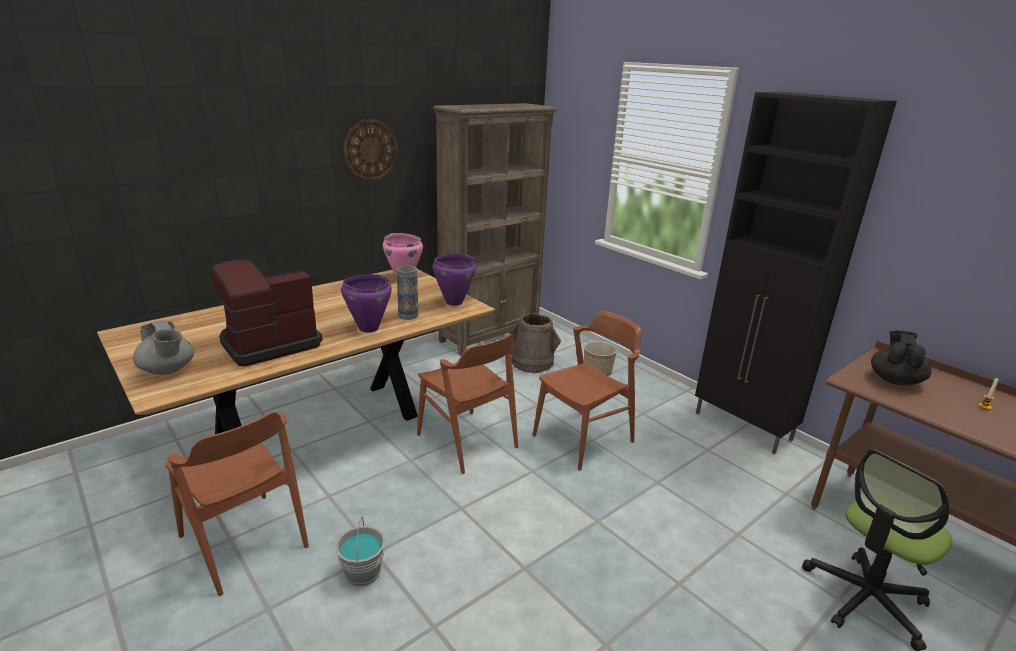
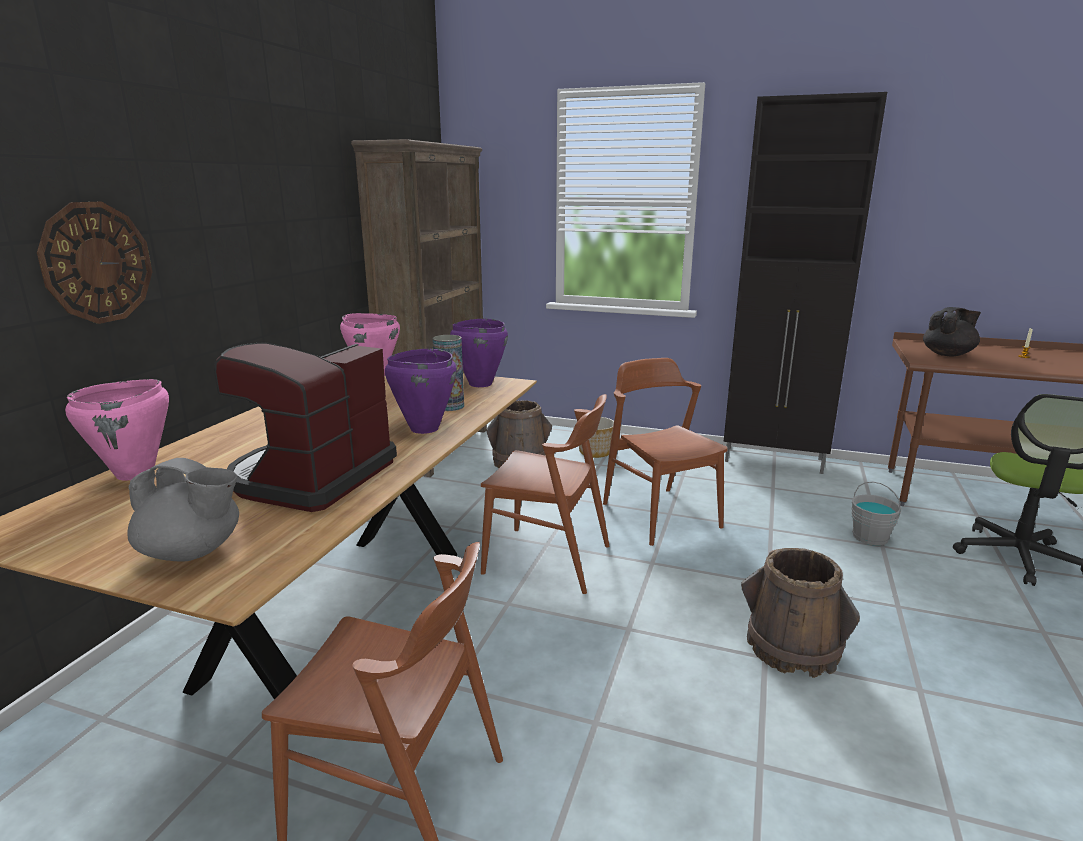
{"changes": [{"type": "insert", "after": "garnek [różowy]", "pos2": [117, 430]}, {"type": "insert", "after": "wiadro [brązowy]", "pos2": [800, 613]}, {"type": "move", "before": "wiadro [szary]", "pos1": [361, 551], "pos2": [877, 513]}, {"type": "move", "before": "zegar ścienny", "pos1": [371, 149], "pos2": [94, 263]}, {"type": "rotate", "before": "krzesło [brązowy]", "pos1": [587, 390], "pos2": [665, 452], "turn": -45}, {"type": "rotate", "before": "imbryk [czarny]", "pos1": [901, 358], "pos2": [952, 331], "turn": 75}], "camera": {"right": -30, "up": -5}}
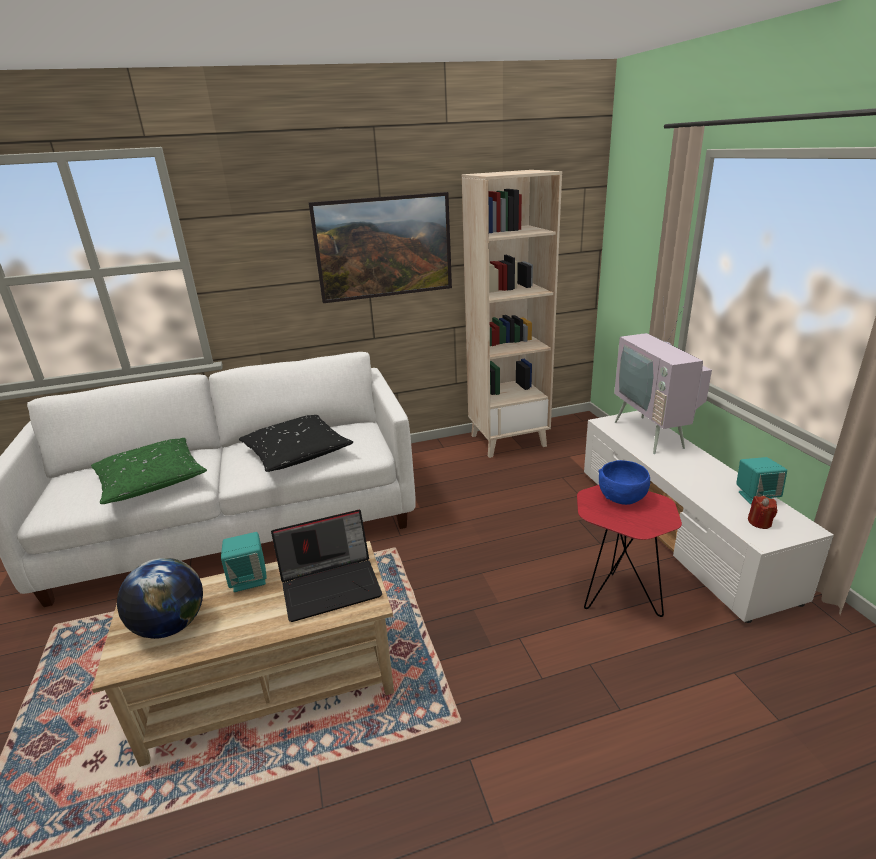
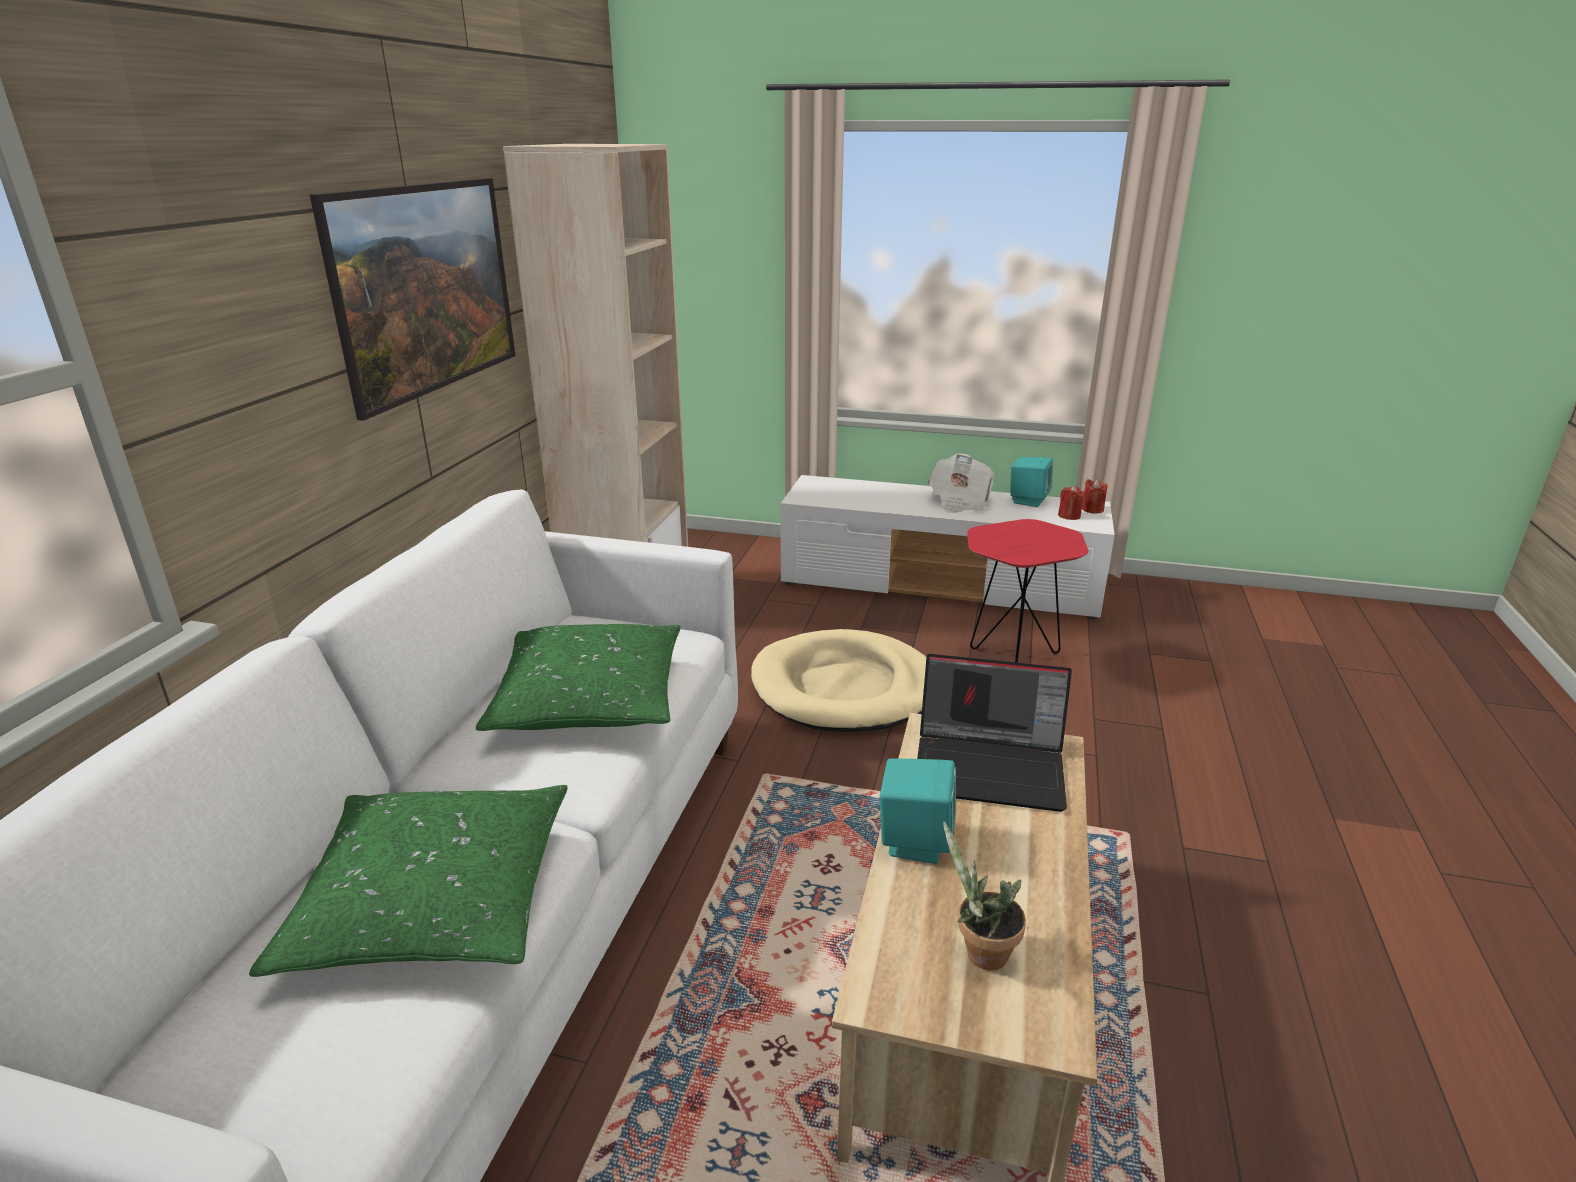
{"changes": [{"type": "delete", "before": "miska [niebieski]", "pos1": [624, 482]}, {"type": "delete", "before": "telewizor", "pos1": [663, 375]}, {"type": "insert", "after": "legowisko [beżowy]", "pos2": [838, 680]}, {"type": "insert", "after": "gazeta", "pos2": [961, 483]}, {"type": "insert", "after": "świeca [czerwony]", "pos2": [1094, 496]}, {"type": "replace", "before": "globus", "after": "roślina doniczkowa", "pos1": [160, 598], "pos2": [984, 896]}, {"type": "recolor", "before": "poduszka [czarny]", "after": "poduszka [zielony]", "pos1": [296, 443], "pos2": [578, 677]}, {"type": "rotate", "before": "laptop", "pos1": [326, 566], "pos2": [994, 733], "turn": 90}], "camera": {"right": -60, "up": 0}}
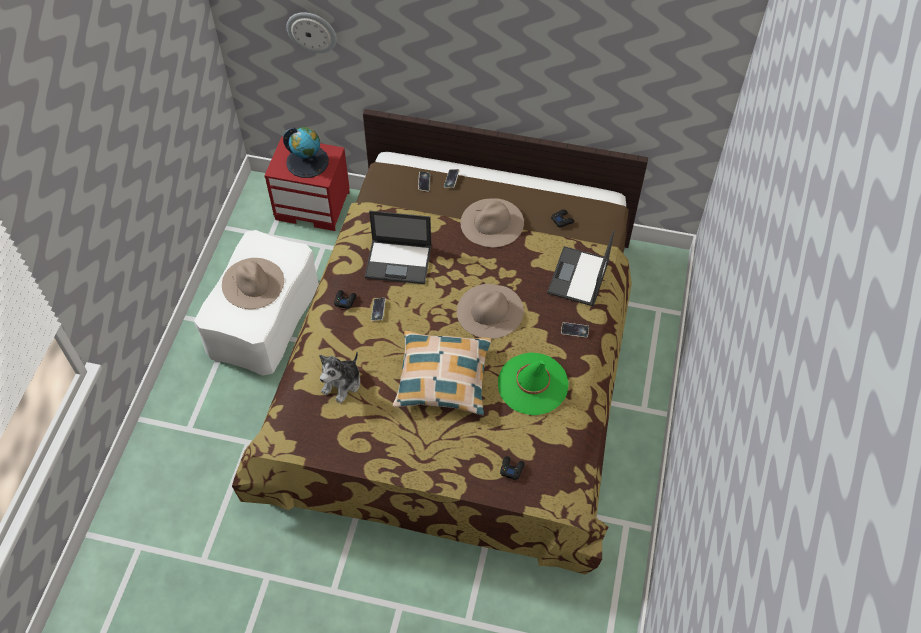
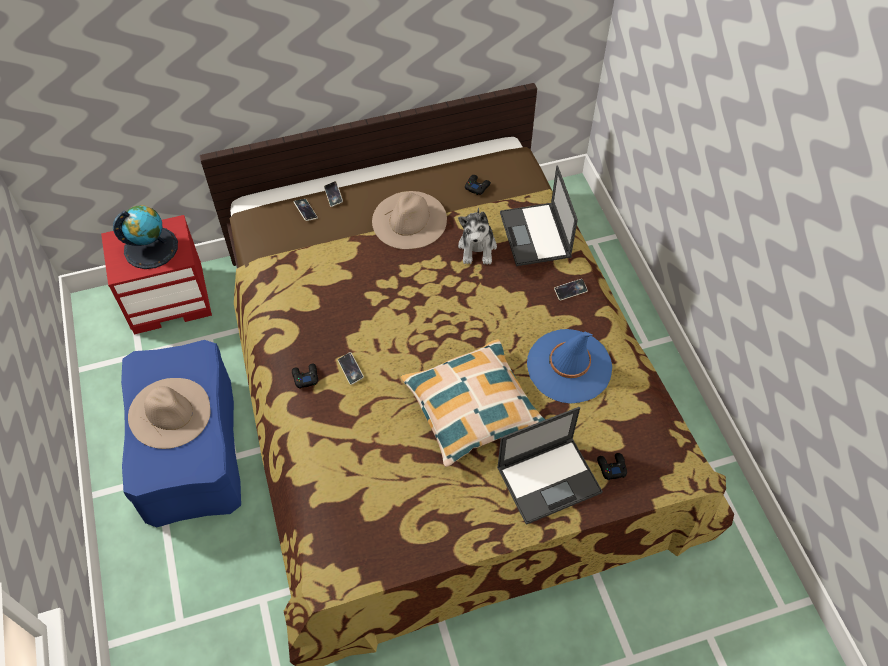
{"changes": [{"type": "delete", "before": "zegar ścienny", "pos1": [311, 32]}, {"type": "delete", "before": "kapelusz [beżowy]", "pos1": [490, 311]}, {"type": "move", "before": "pluszak", "pos1": [339, 377], "pos2": [477, 236]}, {"type": "move", "before": "laptop", "pos1": [398, 247], "pos2": [550, 466]}, {"type": "recolor", "before": "pufa [biały]", "after": "pufa [niebieski]", "pos1": [256, 303], "pos2": [181, 433]}, {"type": "recolor", "before": "kapelusz [zielony]", "after": "kapelusz [niebieski]", "pos1": [533, 384], "pos2": [569, 366]}], "camera": {"right": -30, "up": 0}}
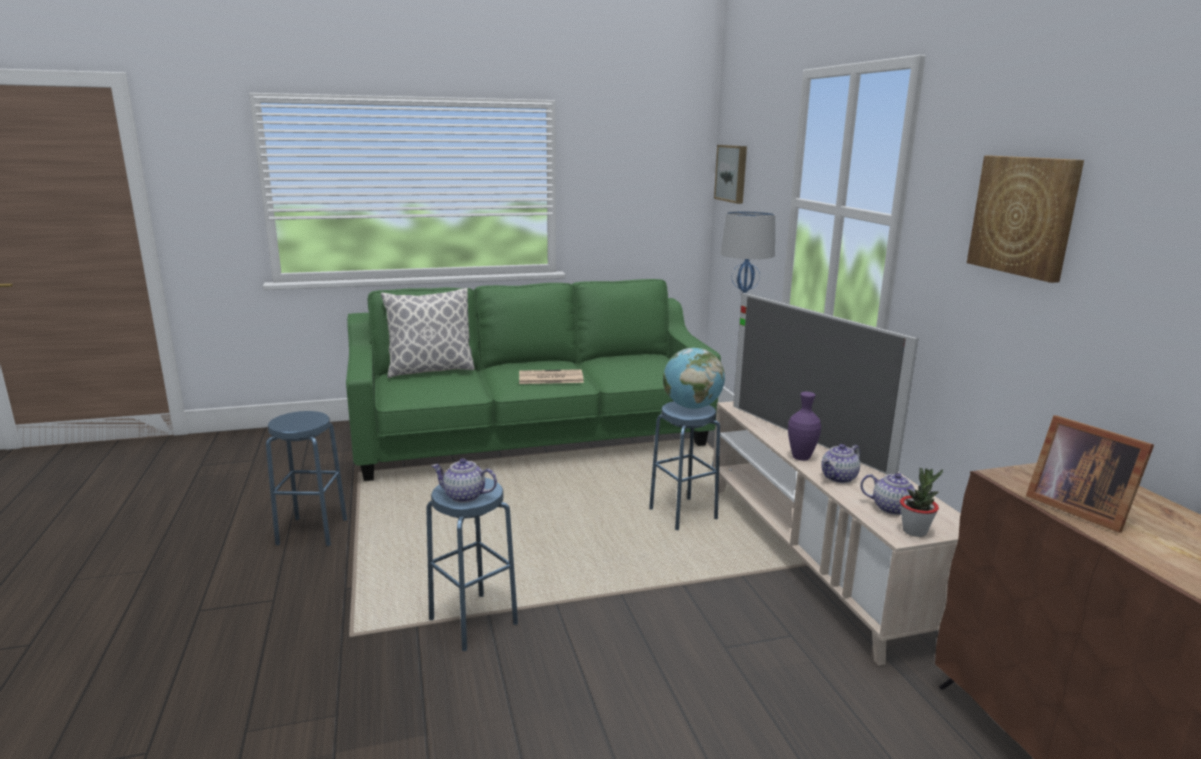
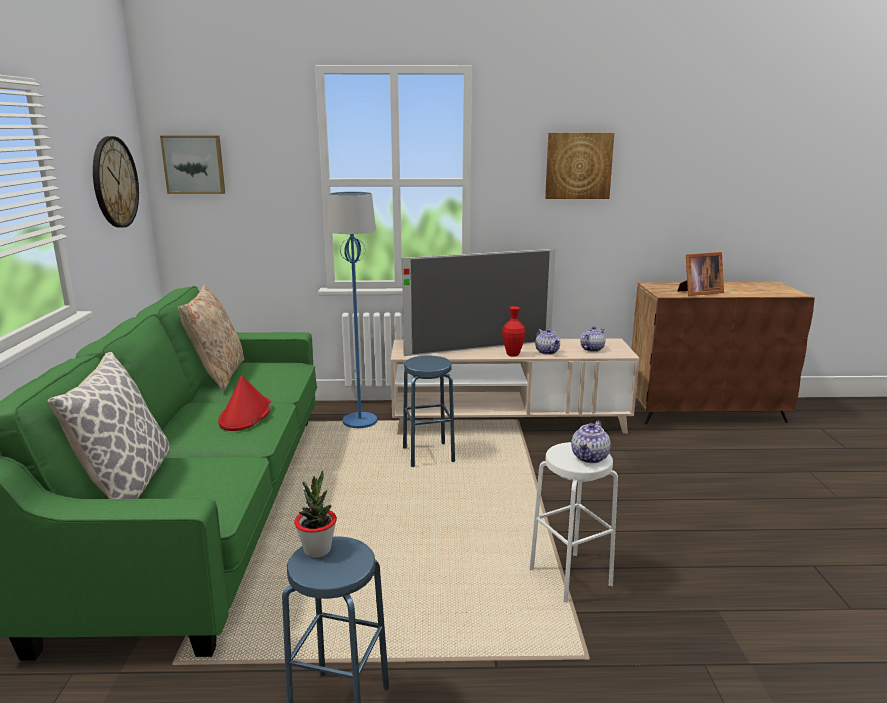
{"changes": [{"type": "delete", "before": "globus", "pos1": [694, 378]}, {"type": "insert", "after": "zegar ścienny", "pos2": [116, 182]}, {"type": "insert", "after": "poduszka [beżowy]", "pos2": [211, 337]}, {"type": "move", "before": "roślina doniczkowa", "pos1": [921, 502], "pos2": [315, 514]}, {"type": "replace", "before": "gazeta", "after": "kapelusz [czerwony]", "pos1": [551, 376], "pos2": [245, 403]}, {"type": "recolor", "before": "stołek [niebieski]", "after": "stołek [biały]", "pos1": [472, 564], "pos2": [574, 522]}, {"type": "recolor", "before": "wazon [fioletowy]", "after": "wazon [czerwony]", "pos1": [804, 426], "pos2": [513, 331]}], "camera": {"right": -75, "up": 0}}
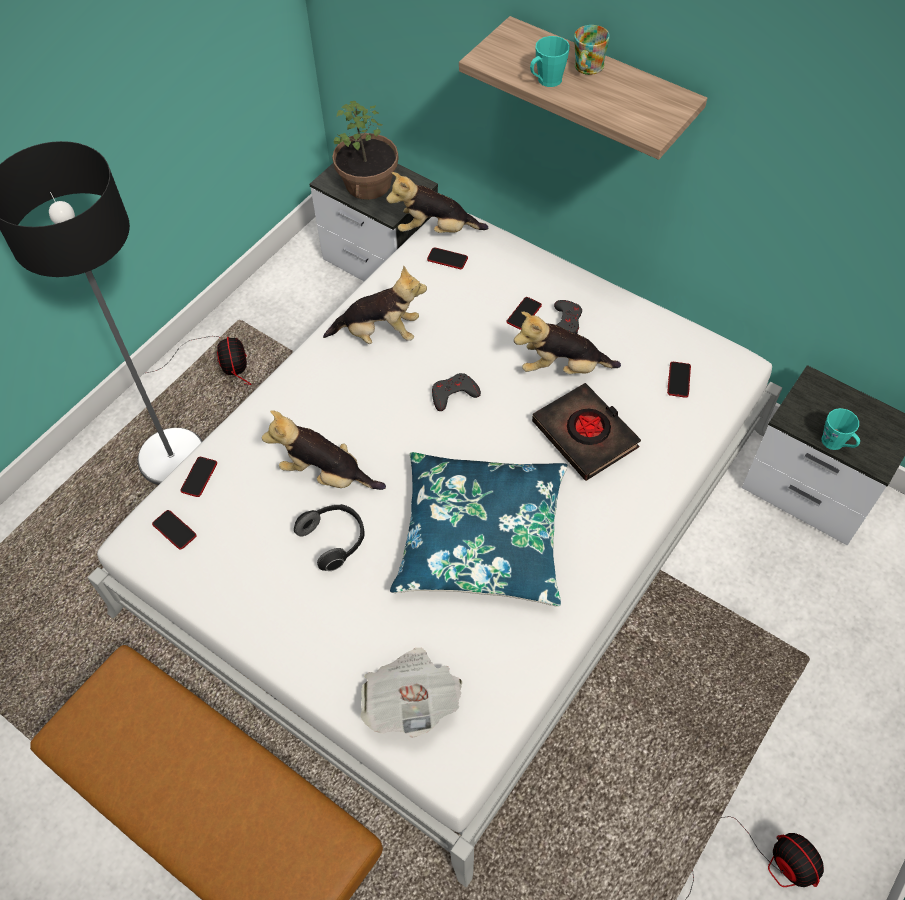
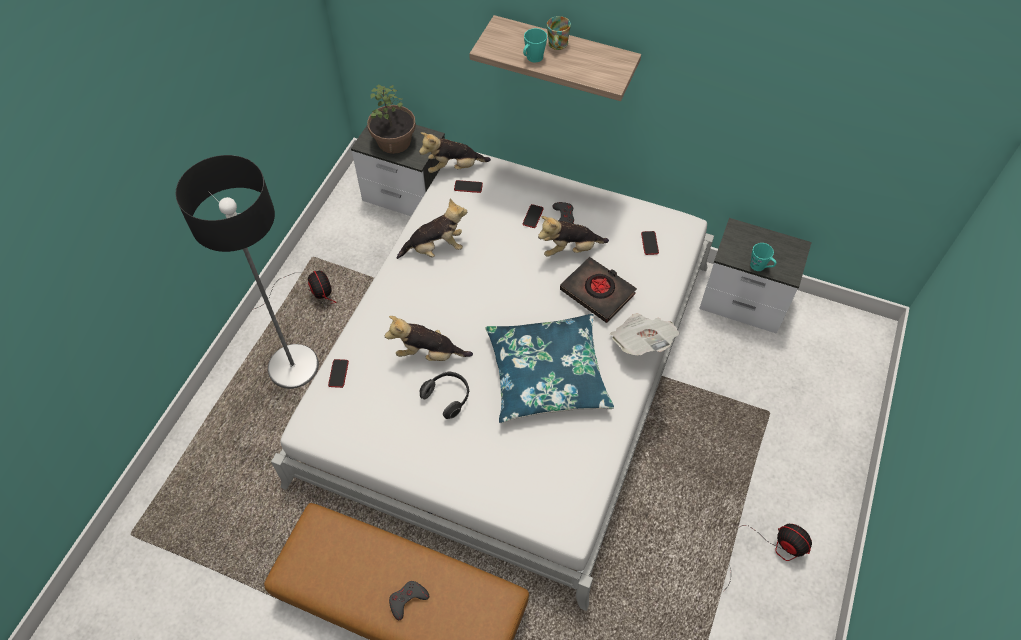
{"changes": [{"type": "delete", "before": "telefon", "pos1": [174, 530]}, {"type": "move", "before": "gazeta", "pos1": [411, 693], "pos2": [645, 334]}, {"type": "move", "before": "pad do gier [szary]", "pos1": [456, 392], "pos2": [409, 600]}], "camera": {"right": -15, "up": 0}}
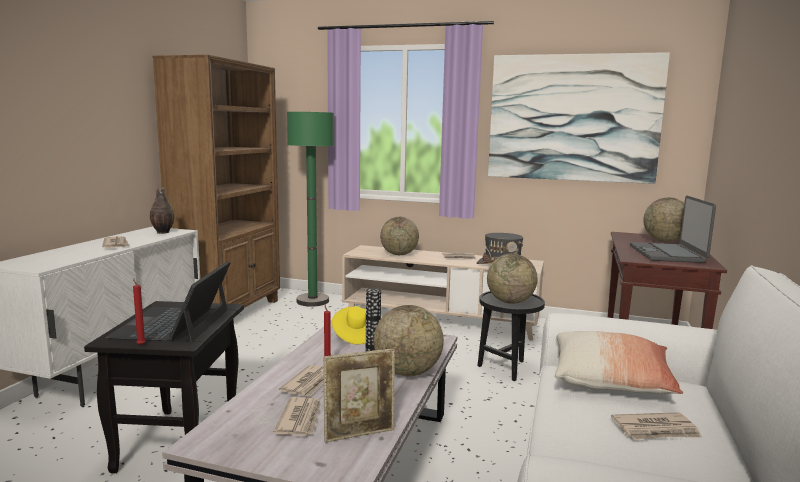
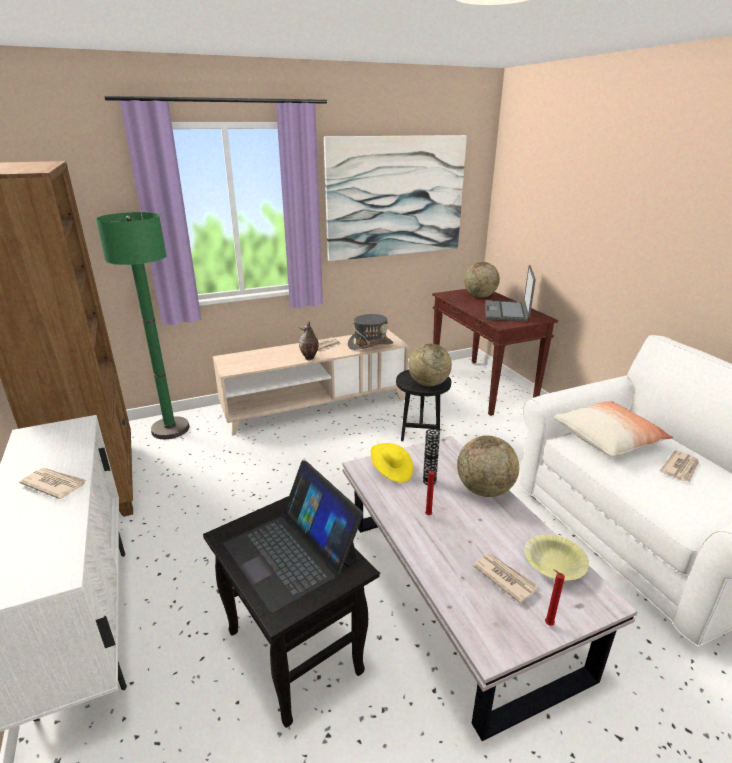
{"changes": [{"type": "delete", "before": "gazeta", "pos1": [301, 380]}, {"type": "delete", "before": "globus", "pos1": [399, 236]}, {"type": "move", "before": "świeca [czerwony]", "pos1": [139, 311], "pos2": [555, 598]}, {"type": "move", "before": "wazon", "pos1": [162, 210], "pos2": [309, 340]}, {"type": "replace", "before": "ramka na zdjęcie", "after": "miska [żółty]", "pos1": [359, 396], "pos2": [557, 557]}, {"type": "rotate", "before": "laptop", "pos1": [673, 229], "pos2": [510, 293], "turn": 45}], "camera": {"right": -40, "up": 15}}
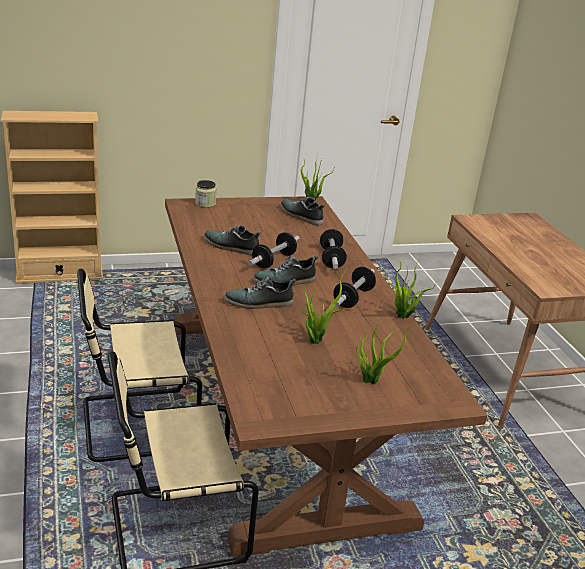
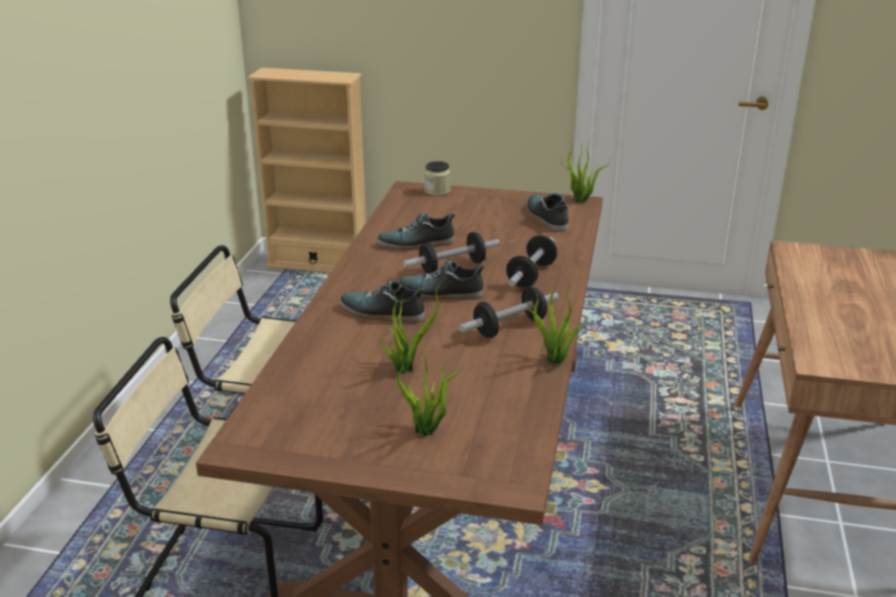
{"changes": [{"type": "rotate", "before": "but", "pos1": [232, 240], "pos2": [416, 231], "turn": -60}], "camera": {"right": 30, "up": 0}}
